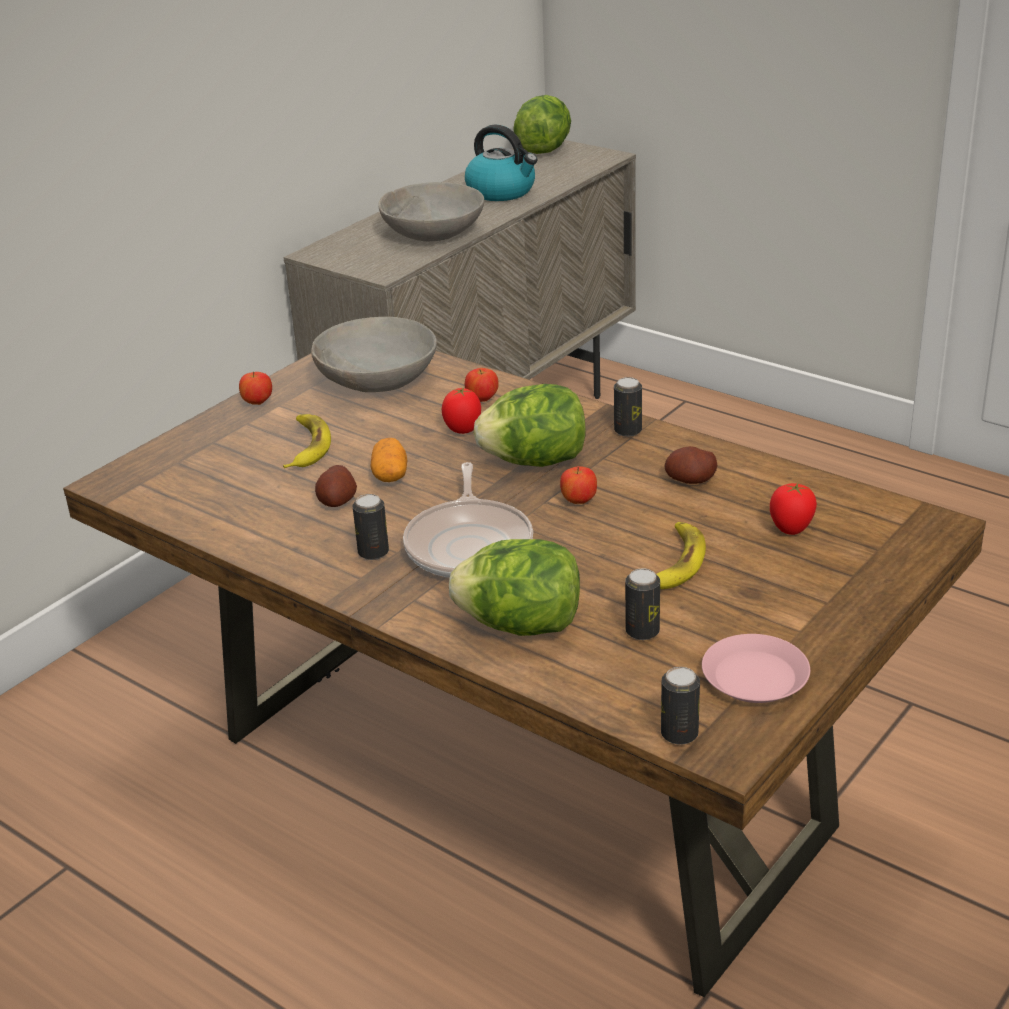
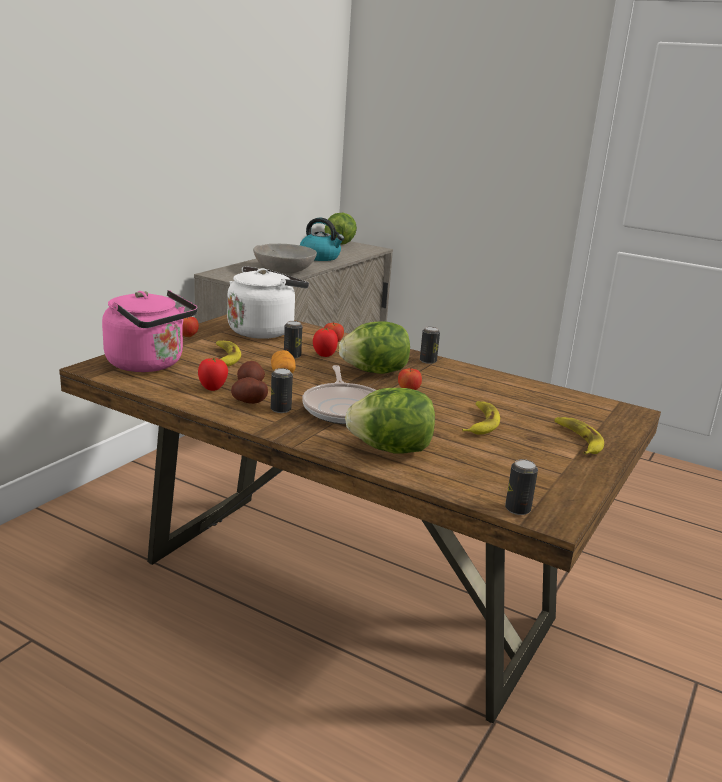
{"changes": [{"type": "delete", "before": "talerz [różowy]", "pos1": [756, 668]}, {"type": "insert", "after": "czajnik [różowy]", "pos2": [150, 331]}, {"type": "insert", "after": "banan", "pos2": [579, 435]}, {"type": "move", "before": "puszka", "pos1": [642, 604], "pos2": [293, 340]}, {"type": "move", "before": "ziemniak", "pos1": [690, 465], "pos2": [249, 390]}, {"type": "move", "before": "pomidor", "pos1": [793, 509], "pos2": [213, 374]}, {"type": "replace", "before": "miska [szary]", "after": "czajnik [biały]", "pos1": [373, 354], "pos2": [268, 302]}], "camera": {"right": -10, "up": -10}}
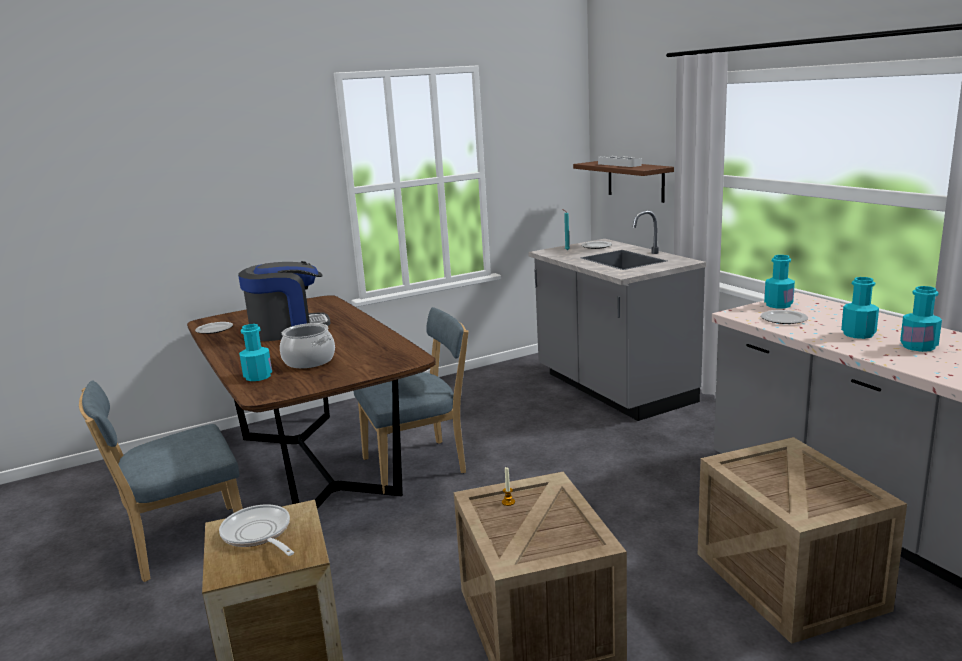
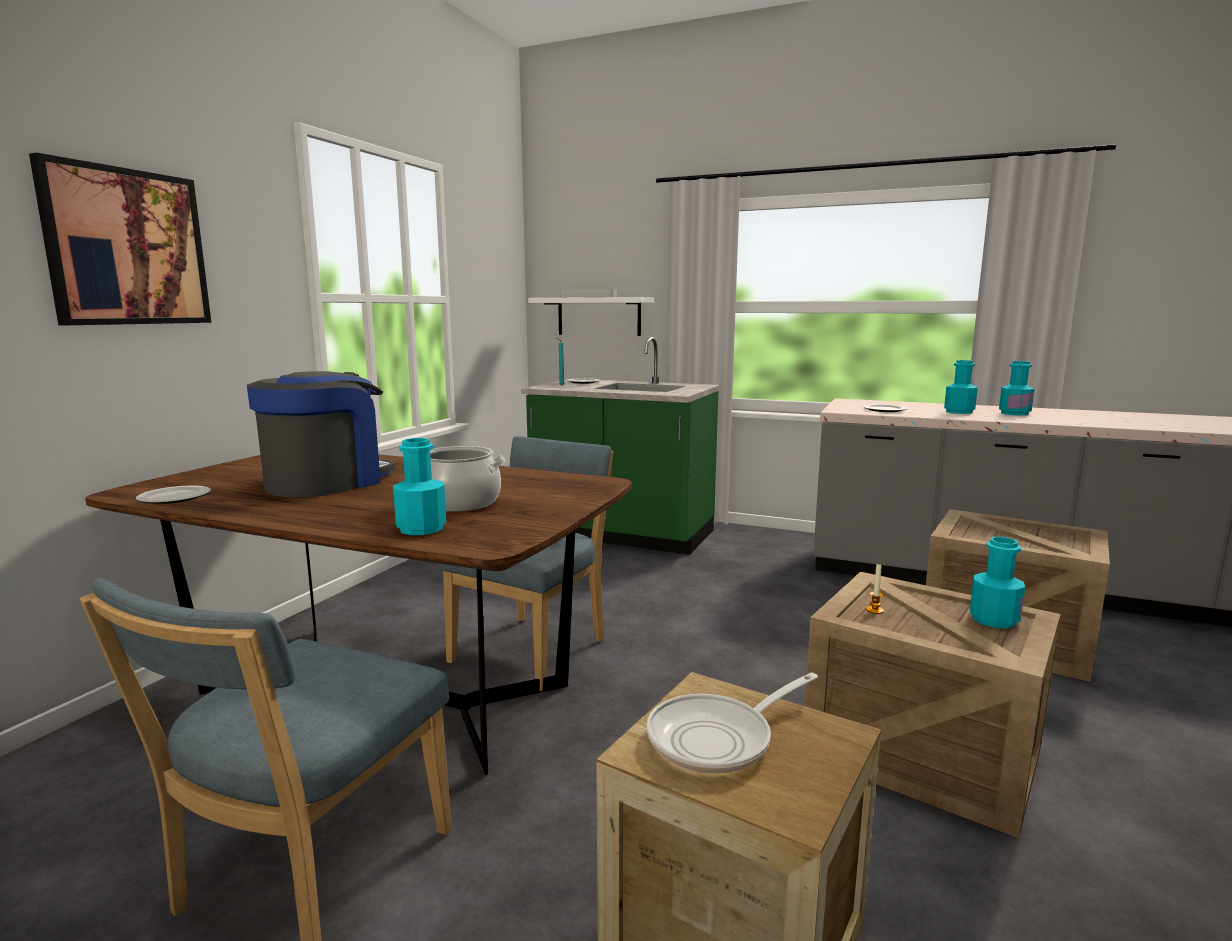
{"changes": [{"type": "insert", "after": "obraz", "pos2": [120, 239]}, {"type": "move", "before": "butelka [turkusowy]", "pos1": [779, 281], "pos2": [997, 583]}, {"type": "recolor", "before": "zabudowa kuchenna [szary]", "after": "zabudowa kuchenna [zielony]", "pos1": [617, 315], "pos2": [620, 446]}, {"type": "recolor", "before": "półka [brązowy]", "after": "półka [biały]", "pos1": [623, 182], "pos2": [591, 316]}, {"type": "rotate", "before": "patelnia", "pos1": [256, 530], "pos2": [732, 723], "turn": -45}], "camera": {"right": -40, "up": -5}}
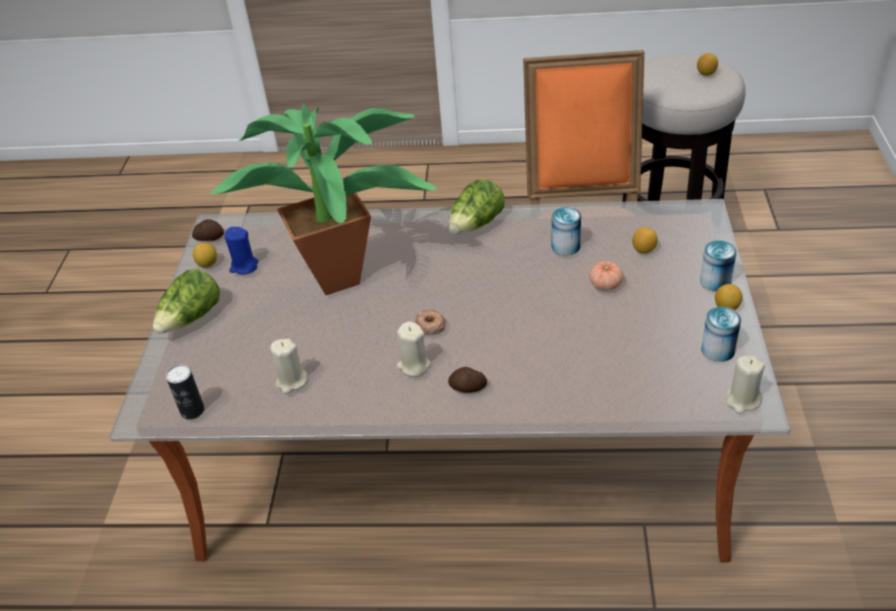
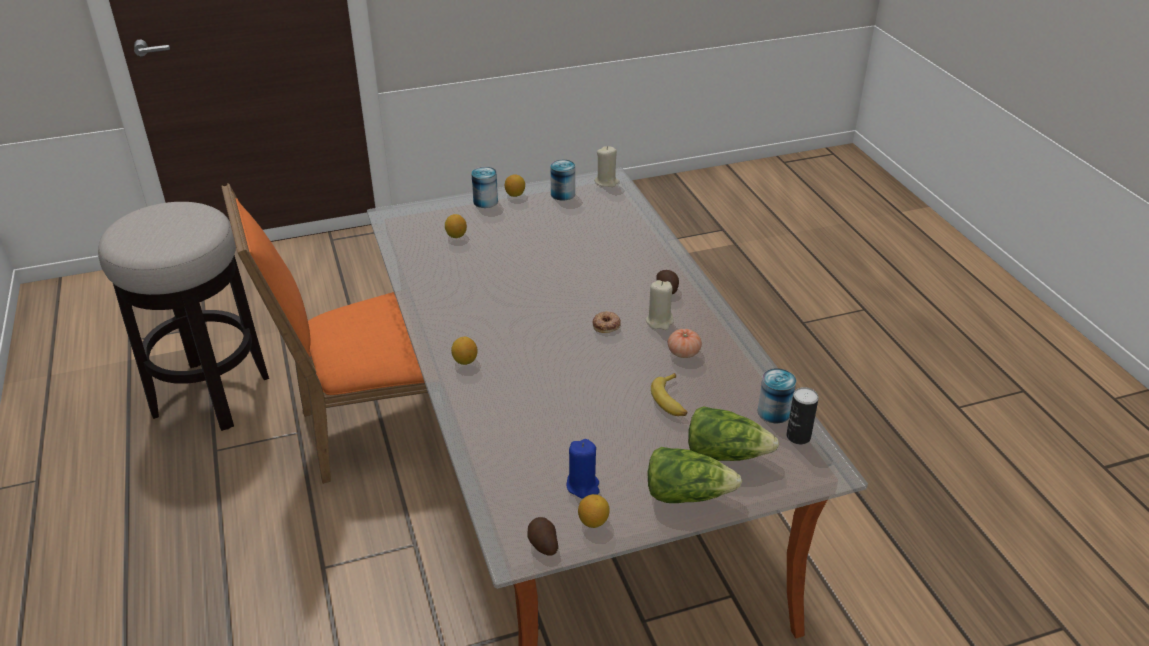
{"changes": [{"type": "delete", "before": "roślina doniczkowa", "pos1": [323, 199]}, {"type": "delete", "before": "świeca [beżowy]", "pos1": [289, 366]}, {"type": "insert", "after": "banan", "pos2": [669, 394]}, {"type": "move", "before": "sałata", "pos1": [477, 206], "pos2": [733, 433]}, {"type": "move", "before": "puszka", "pos1": [566, 231], "pos2": [777, 395]}, {"type": "move", "before": "pomidor", "pos1": [606, 276], "pos2": [685, 343]}, {"type": "move", "before": "cytryna", "pos1": [707, 64], "pos2": [464, 351]}], "camera": {"right": -115, "up": -5}}
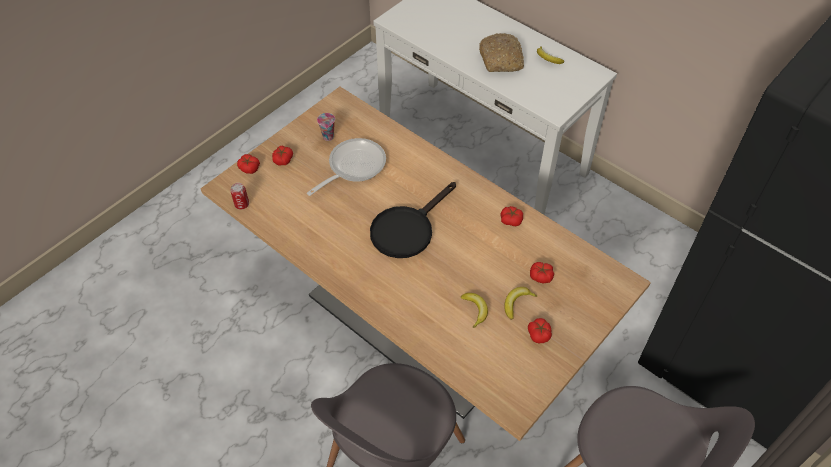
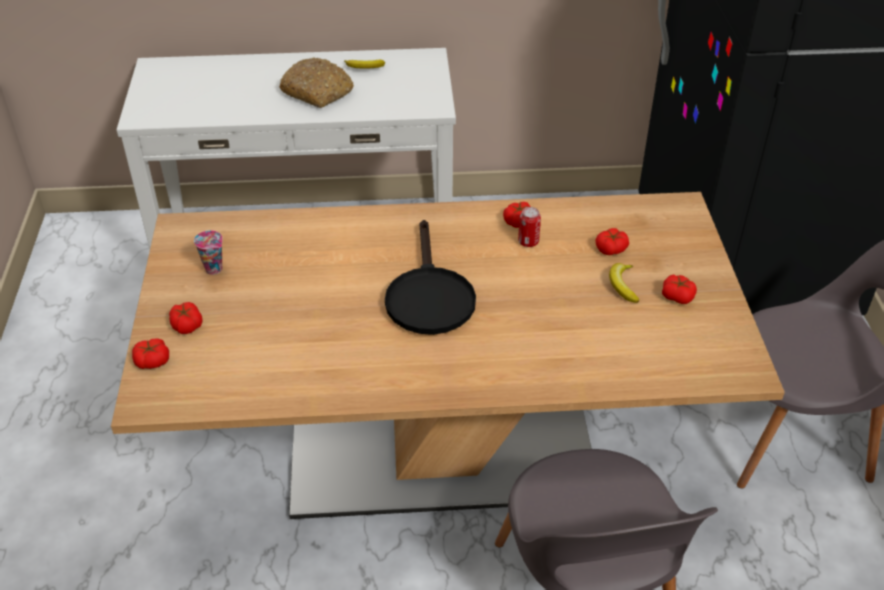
{"changes": [{"type": "delete", "before": "patelnia", "pos1": [346, 167]}, {"type": "delete", "before": "banan", "pos1": [474, 310]}, {"type": "move", "before": "puszka", "pos1": [240, 196], "pos2": [529, 227]}], "camera": {"right": -45, "up": -10}}
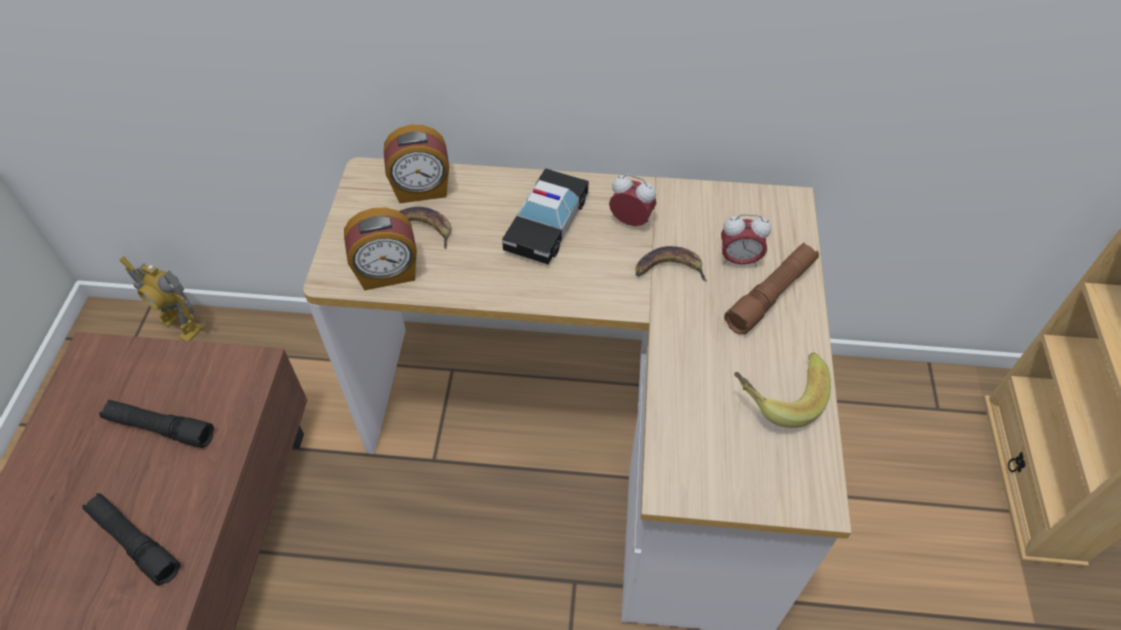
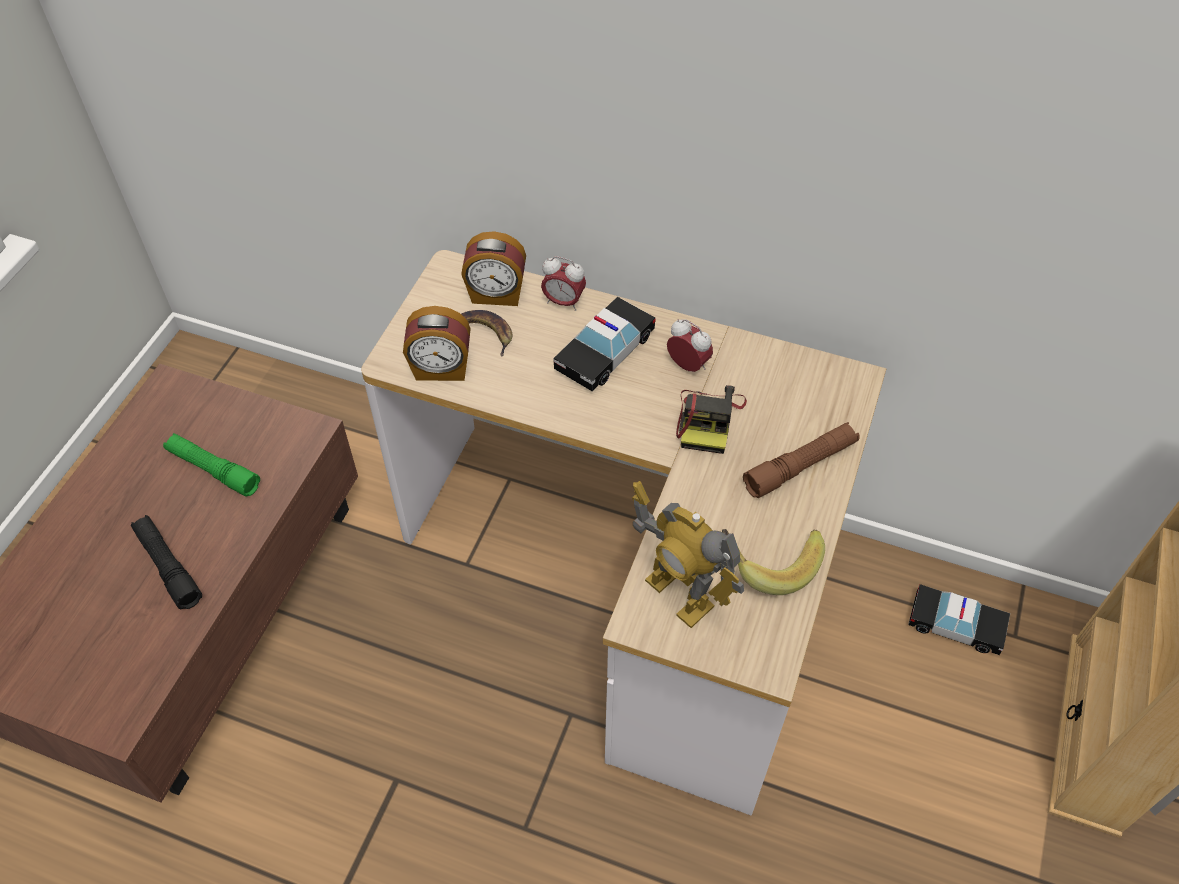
{"changes": [{"type": "insert", "after": "samochodzik", "pos2": [959, 619]}, {"type": "move", "before": "robot zabawkowy", "pos1": [161, 298], "pos2": [688, 554]}, {"type": "move", "before": "budzik", "pos1": [746, 240], "pos2": [563, 283]}, {"type": "replace", "before": "banan", "after": "aparat fotograficzny", "pos1": [671, 264], "pos2": [711, 419]}, {"type": "recolor", "before": "latarka [czarny]", "after": "latarka [zielony]", "pos1": [156, 424], "pos2": [211, 465]}], "camera": {"right": 15, "up": 0}}
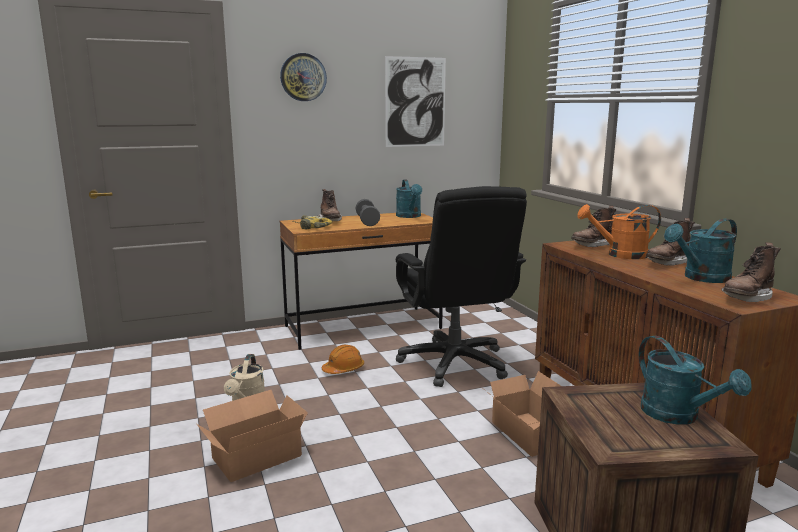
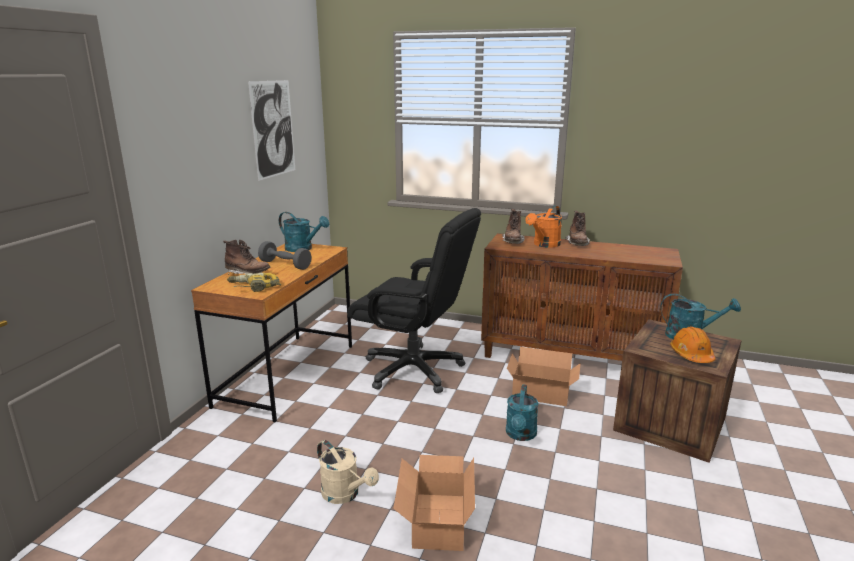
{"changes": [{"type": "delete", "before": "zegar ścienny", "pos1": [303, 77]}, {"type": "delete", "before": "but z cholewką [brązowy]", "pos1": [751, 272]}, {"type": "move", "before": "kask [pomarańczowy]", "pos1": [343, 359], "pos2": [692, 344]}, {"type": "move", "before": "konewka [turkusowy]", "pos1": [700, 251], "pos2": [522, 412]}], "camera": {"right": -50, "up": 5}}
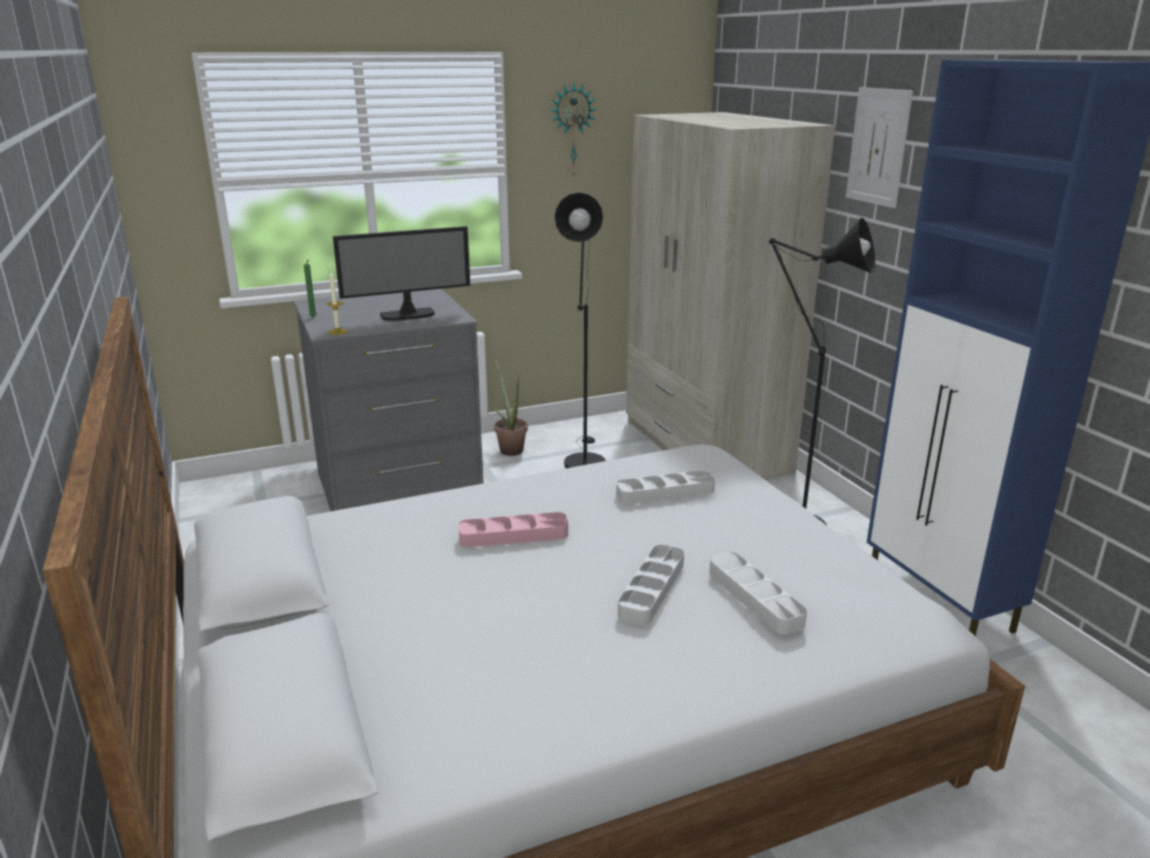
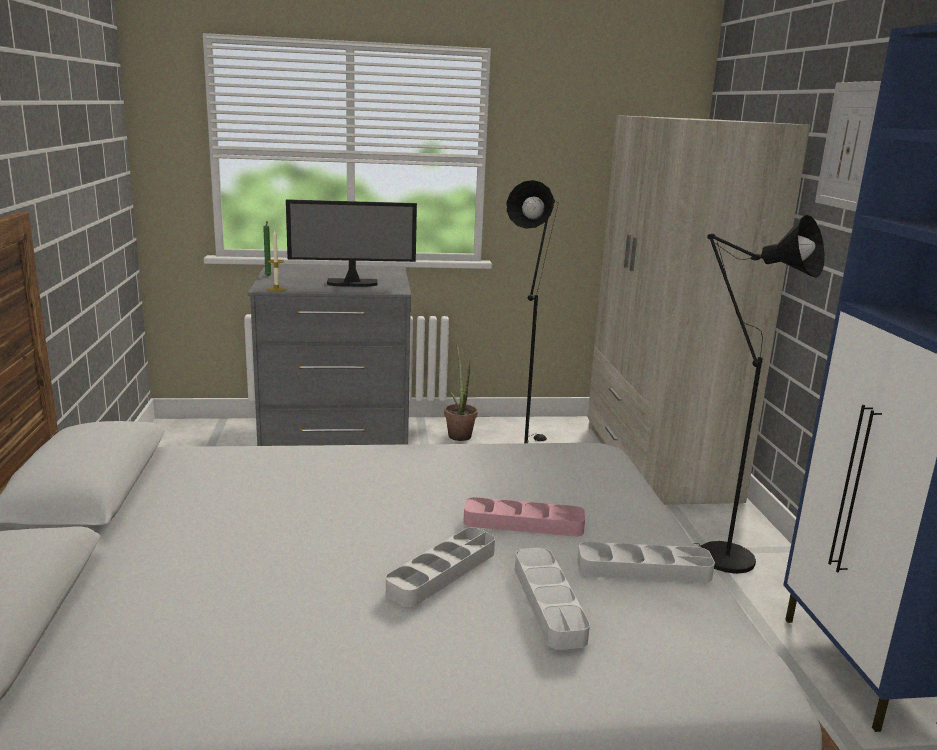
{"changes": [{"type": "delete", "before": "zegar ścienny", "pos1": [573, 130]}, {"type": "move", "before": "taca [różowy]", "pos1": [513, 529], "pos2": [524, 517]}, {"type": "move", "before": "taca [szary]", "pos1": [665, 487], "pos2": [646, 562]}], "camera": {"right": 15, "up": -5}}
